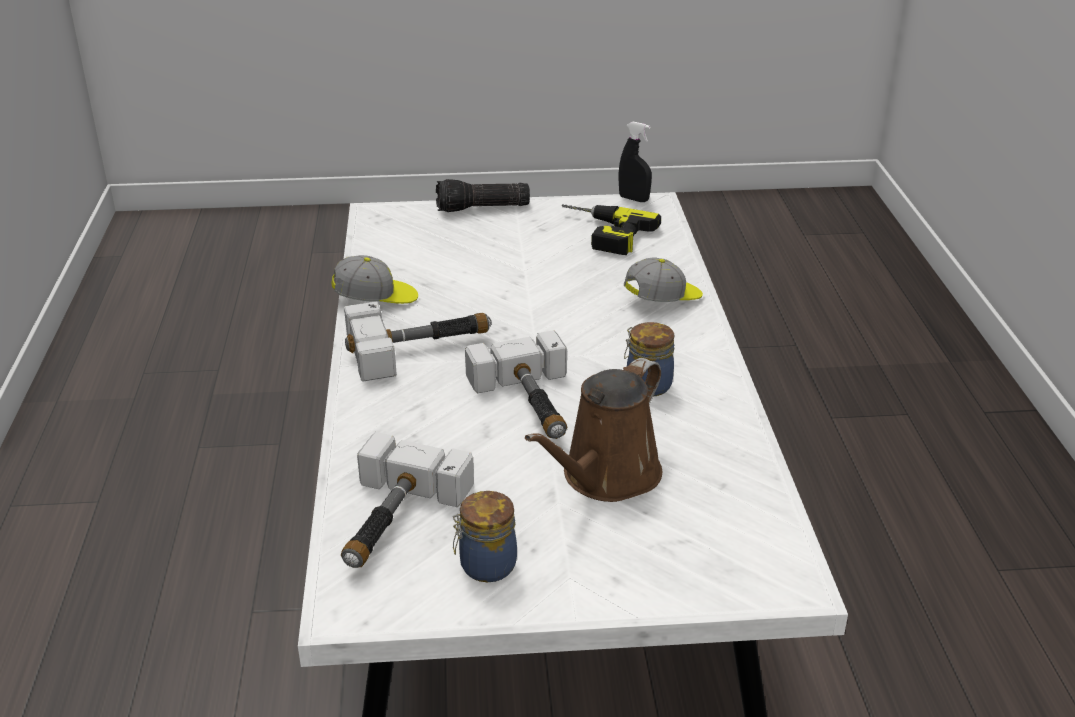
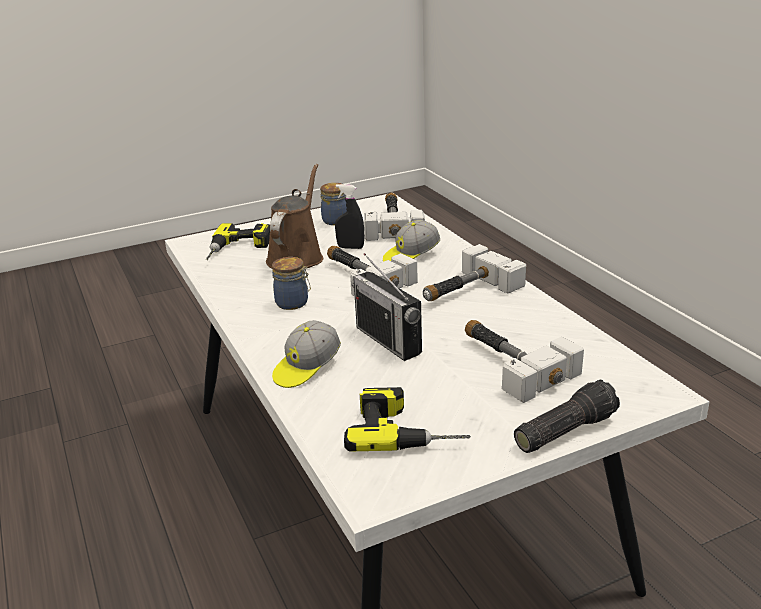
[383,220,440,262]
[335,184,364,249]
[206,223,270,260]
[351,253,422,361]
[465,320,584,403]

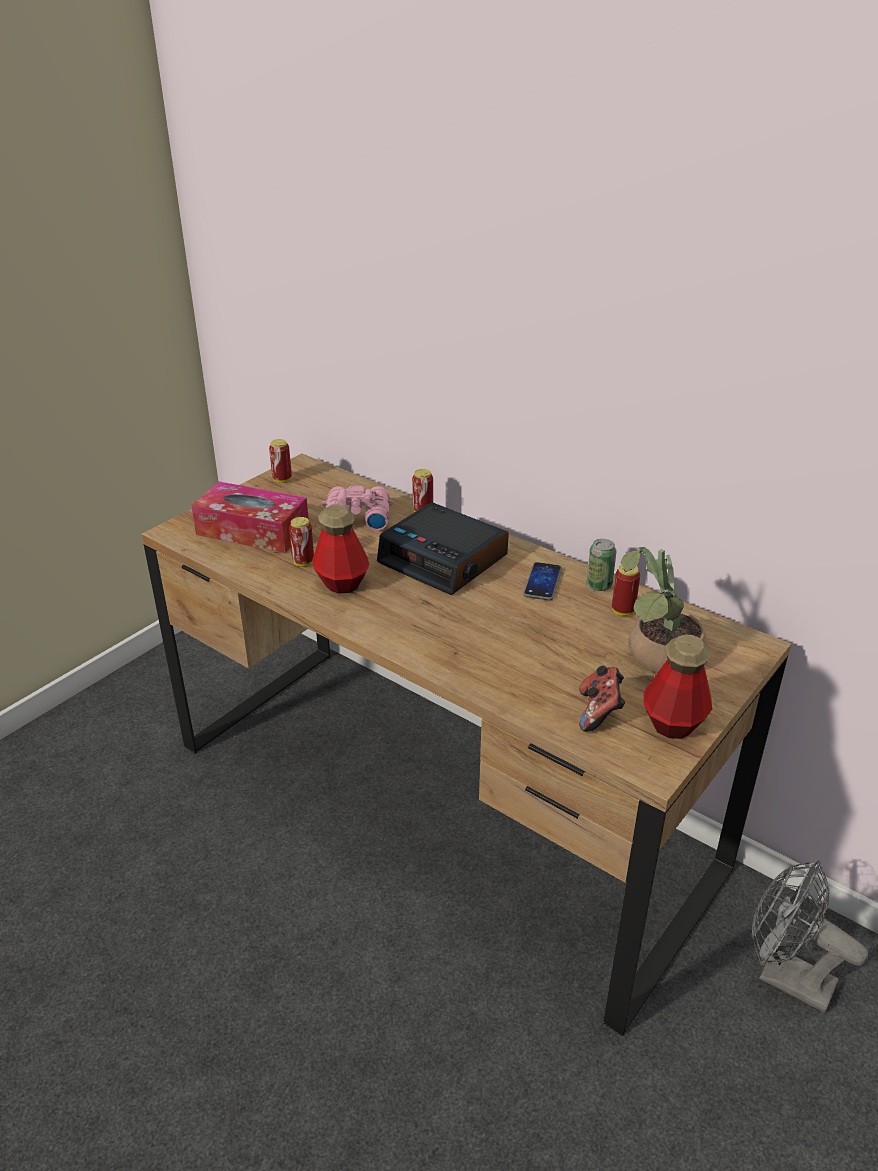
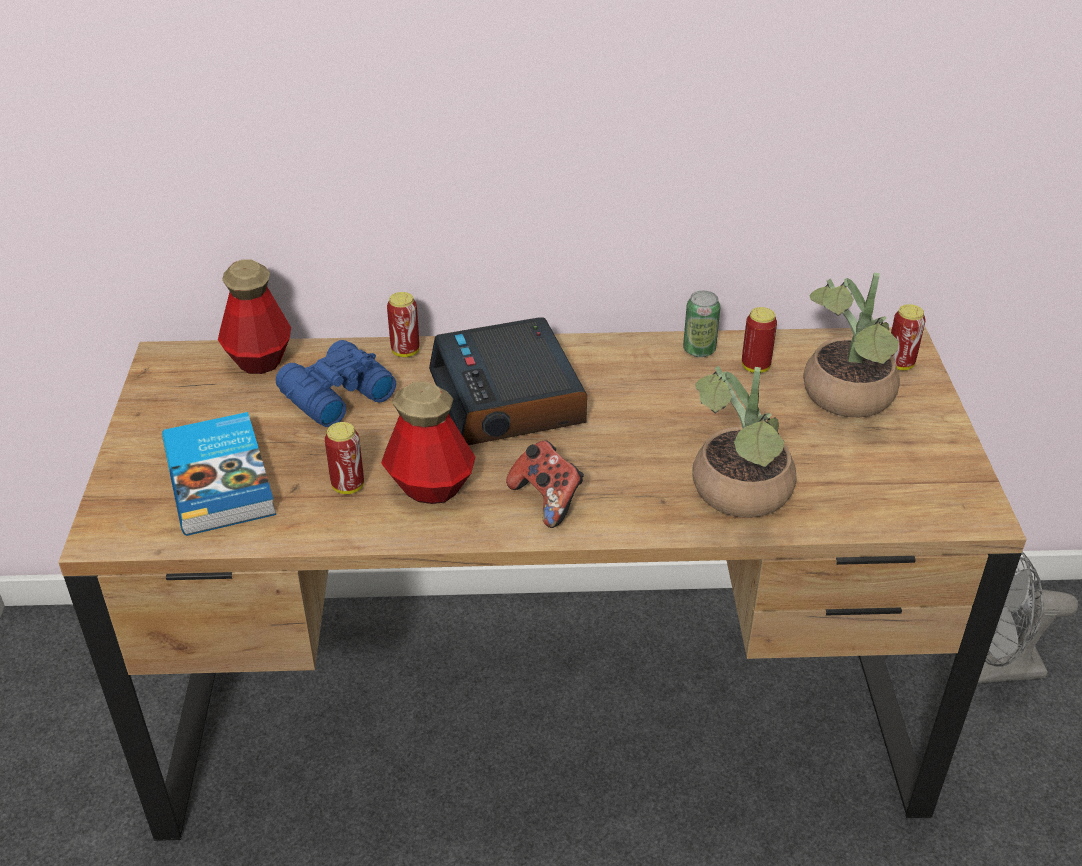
[162,412,276,536]
[891,304,926,370]
[276,340,396,427]
[429,317,587,445]
[523,562,562,600] (first image)
[506,440,584,528]
[218,259,291,374]
[693,366,797,518]

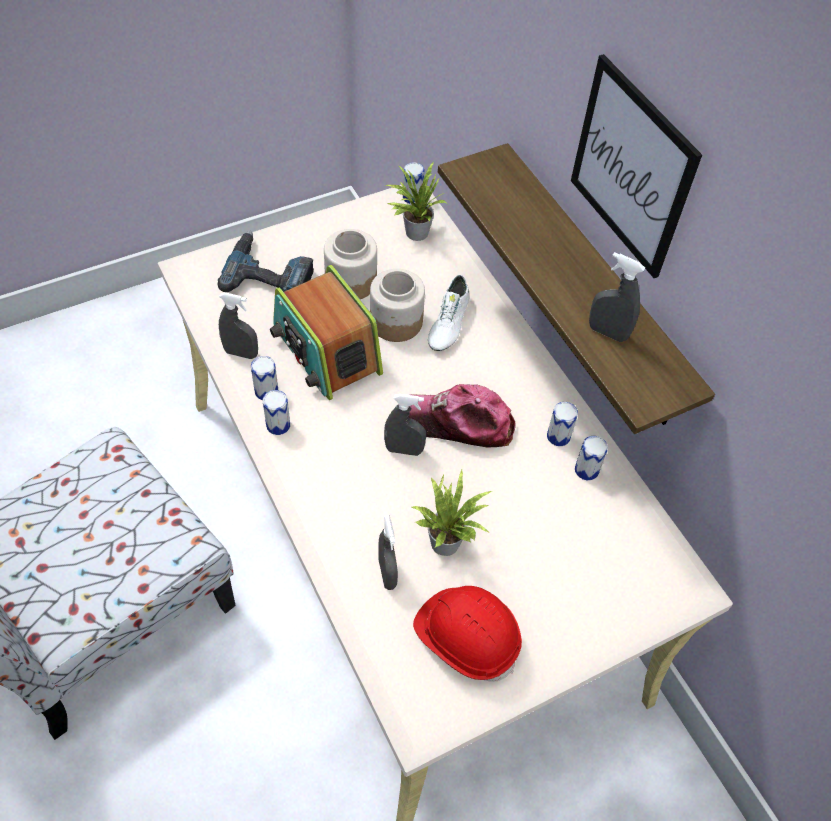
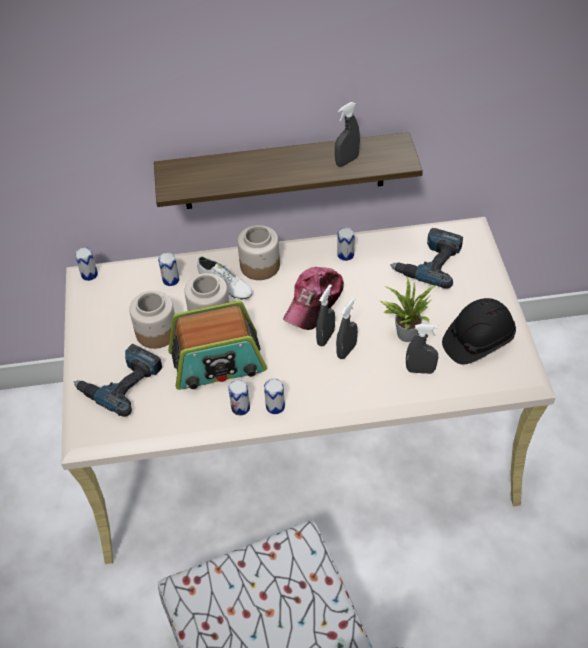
[336,298,358,359]
[385,161,446,241] (first image)
[442,298,516,365]
[571,54,702,278] (first image)
[158,253,179,286]
[237,225,280,280]
[390,228,463,289]

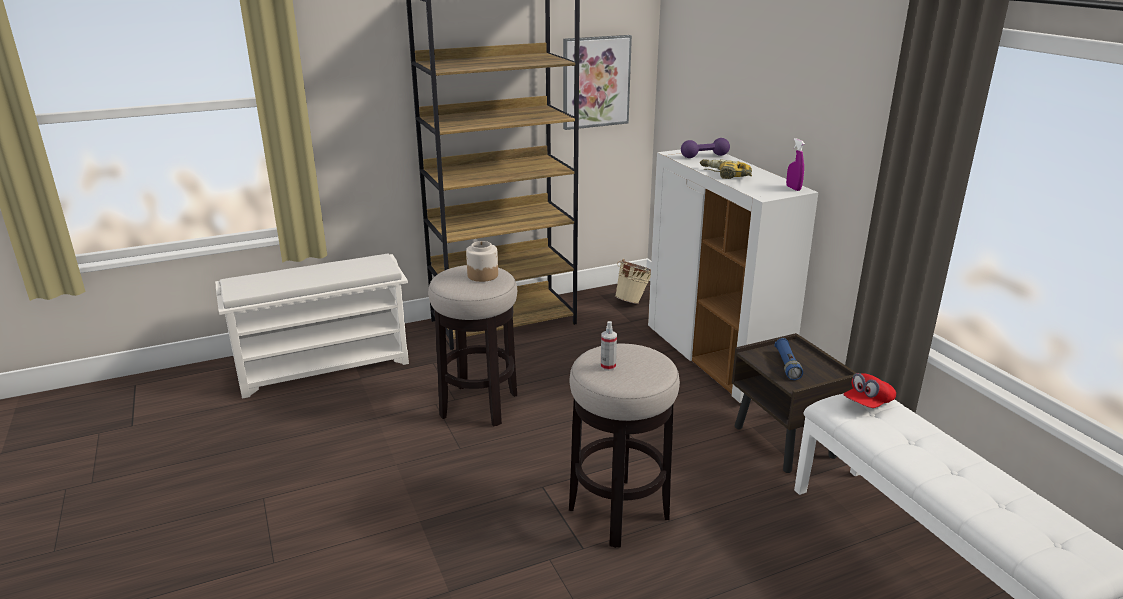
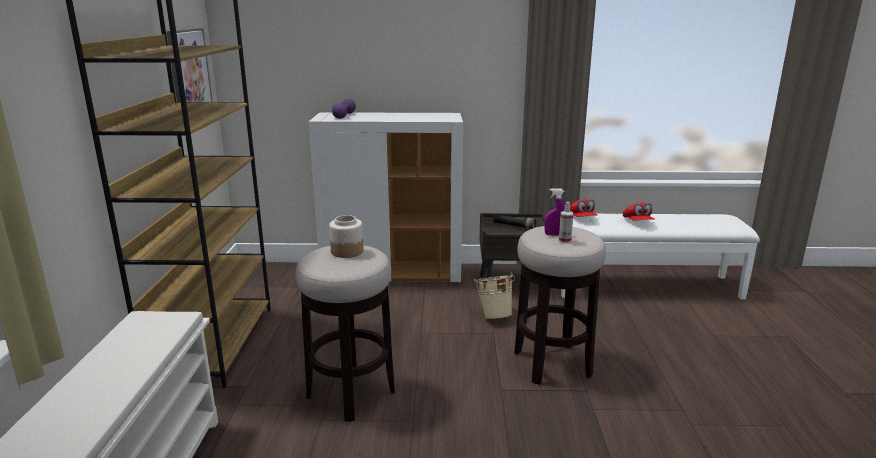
[474,273,515,319]
[700,159,752,179] (first image)
[493,214,536,230]
[545,188,565,236]
[623,203,655,221]

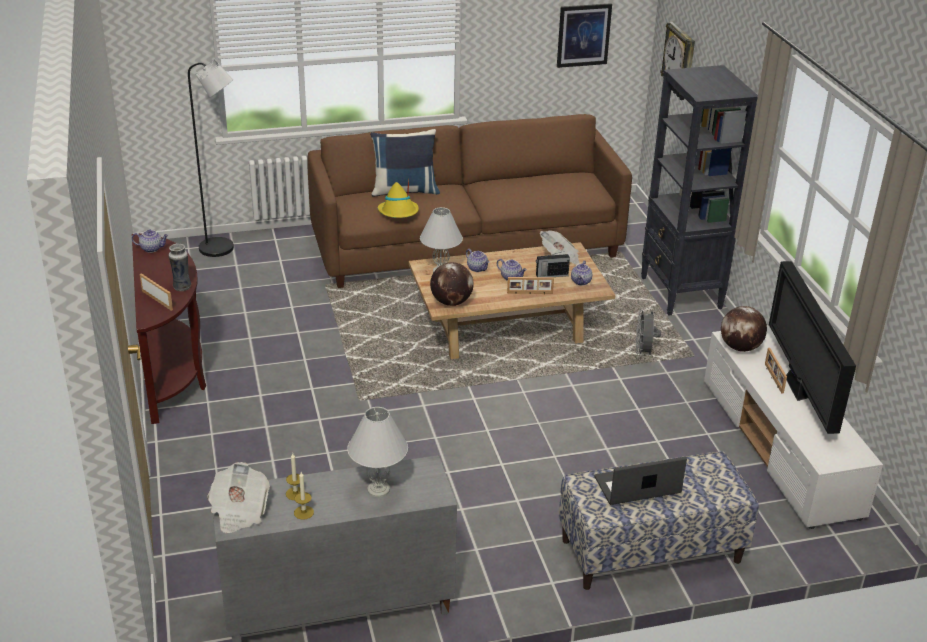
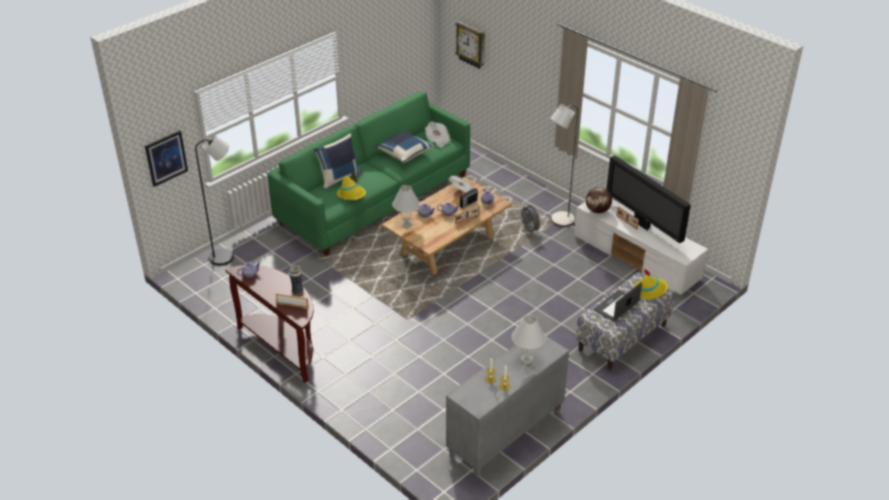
[425,122,451,147]
[268,92,470,256]
[430,262,474,306] (first image)
[145,130,188,187]
[641,65,758,316] (first image)
[376,130,435,164]
[550,104,578,227]
[633,268,668,300]

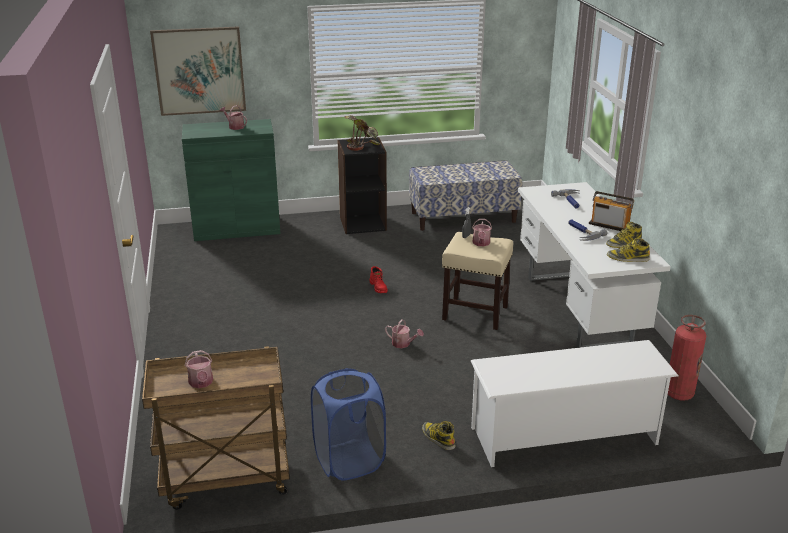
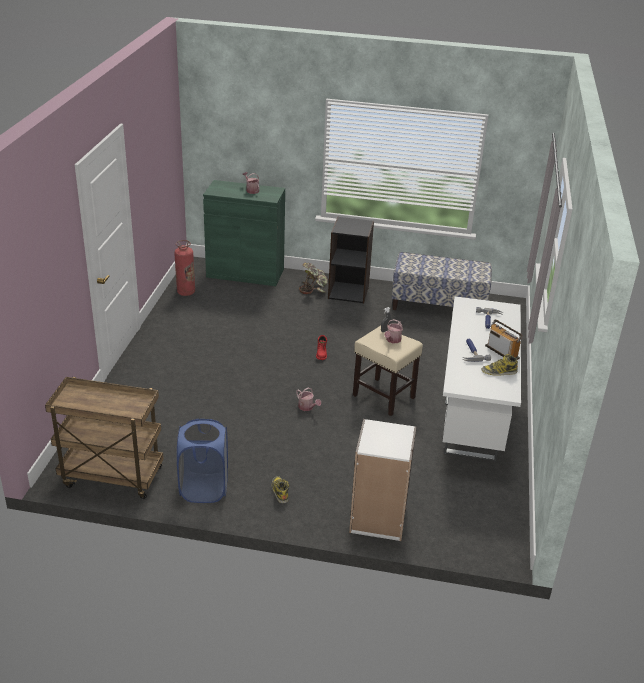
[150,26,246,116] (first image)
[185,350,213,388] (first image)
[299,263,328,294]
[349,419,417,541]
[607,238,650,262] (first image)
[174,240,195,296]

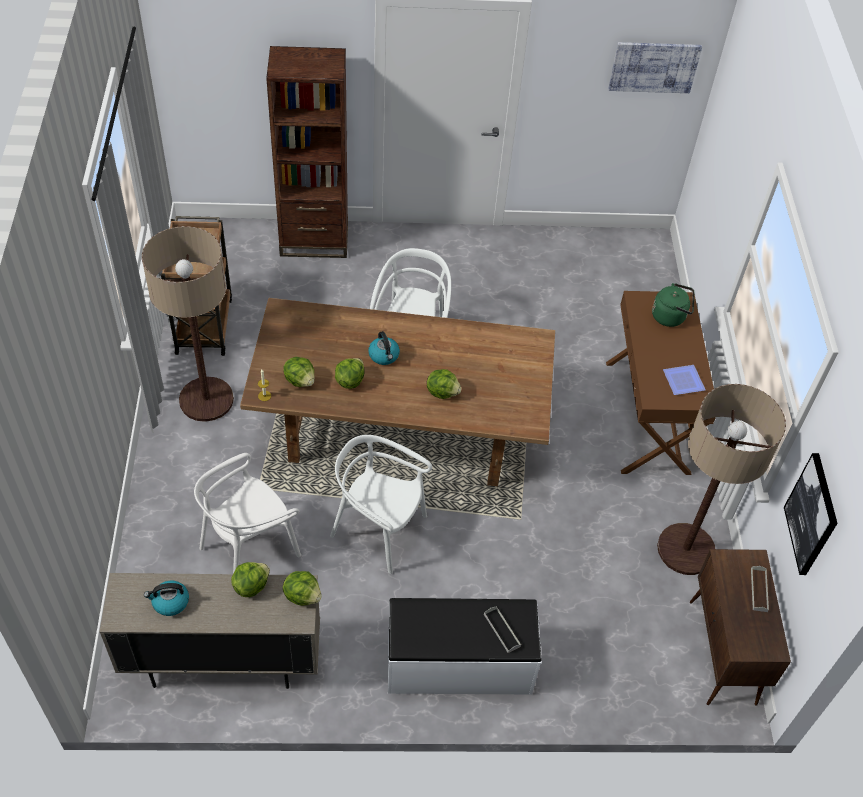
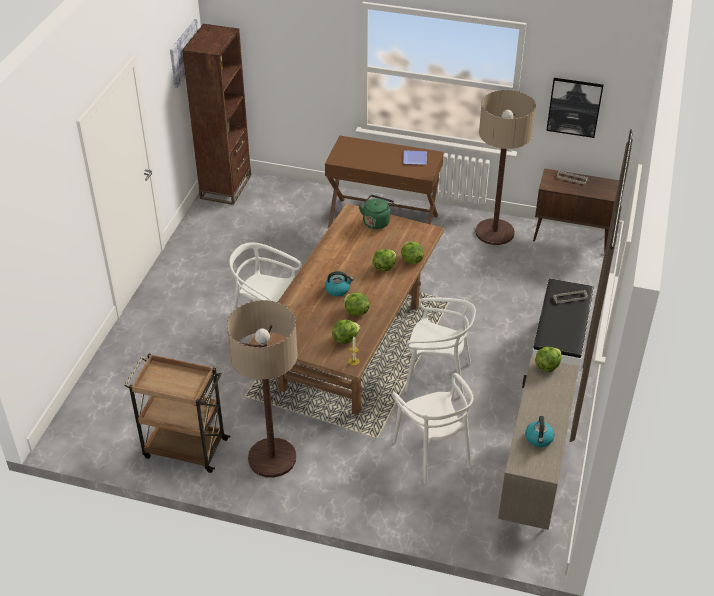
[401,241,424,264]
[182,24,251,205]
[405,297,476,396]
[359,195,394,229]

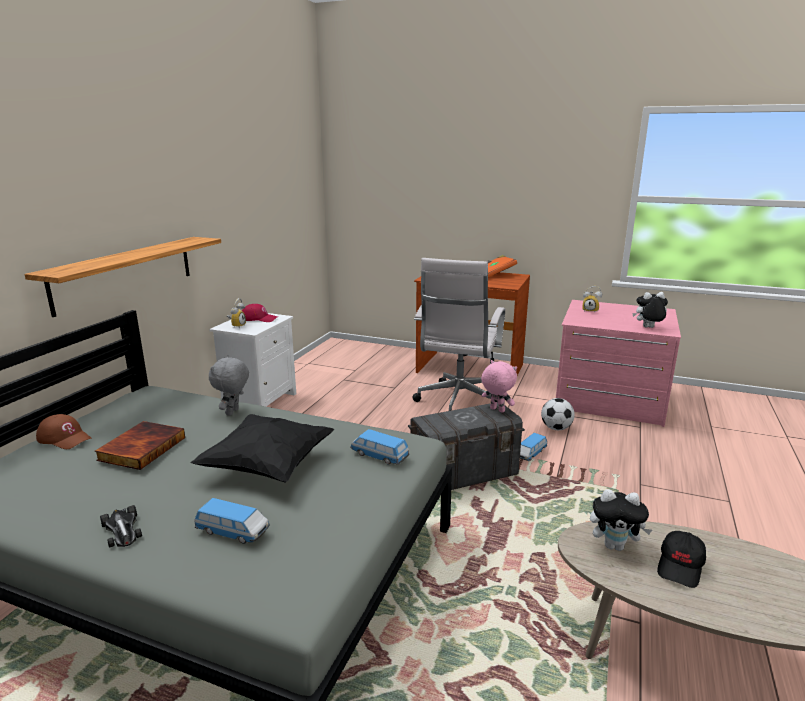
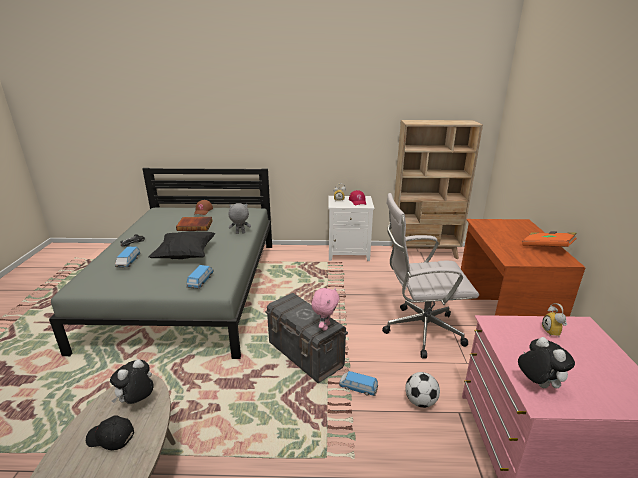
[24,237,221,317] (first image)
[110,359,154,404]
[391,120,483,259]

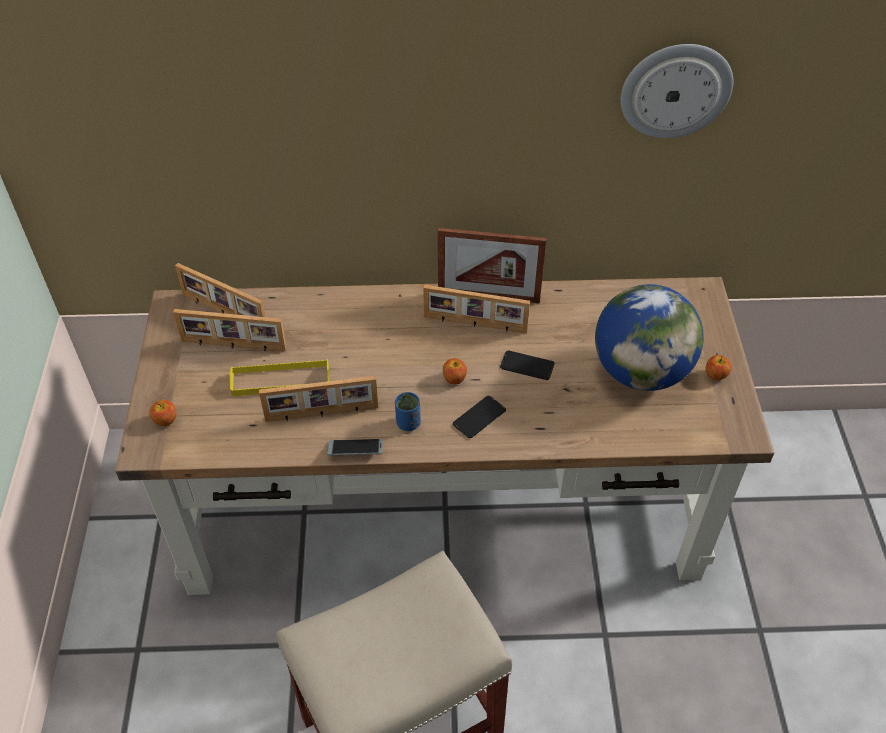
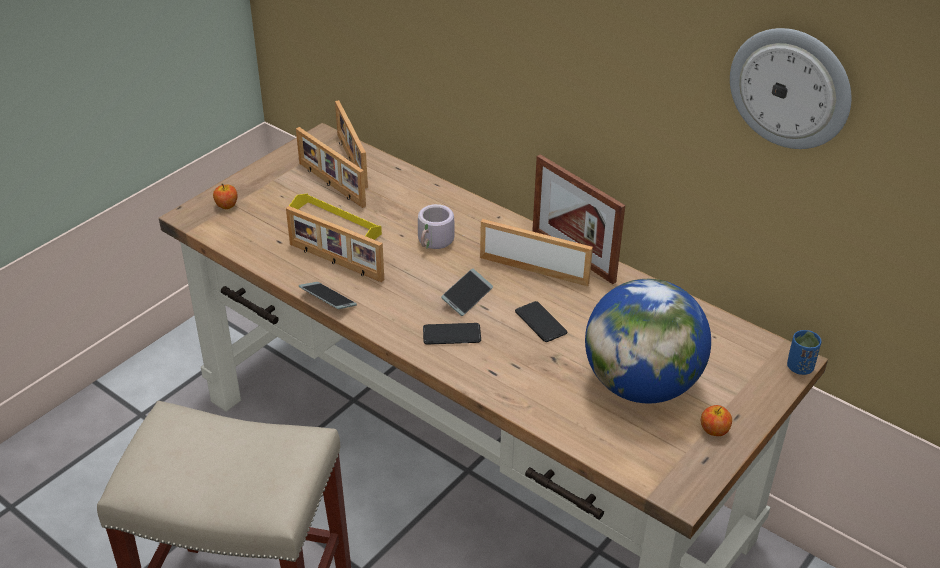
[787,330,821,375]
[480,219,593,286]
[441,269,493,316]
[418,204,455,249]

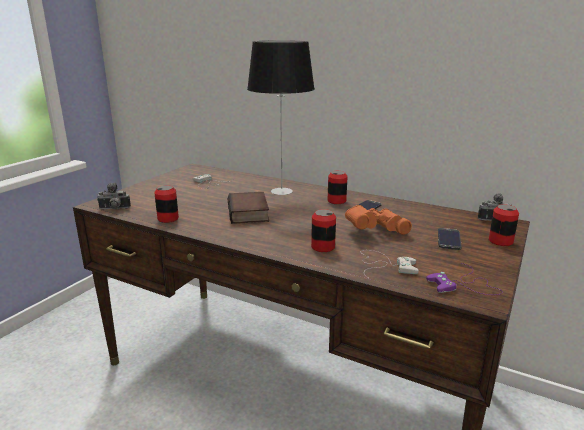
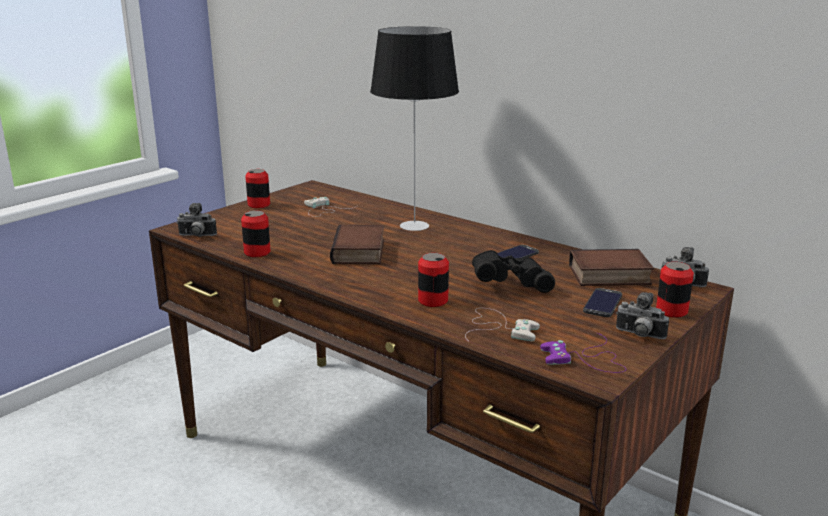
[245,169,270,208]
[472,250,555,293]
[569,249,654,286]
[616,292,669,339]

